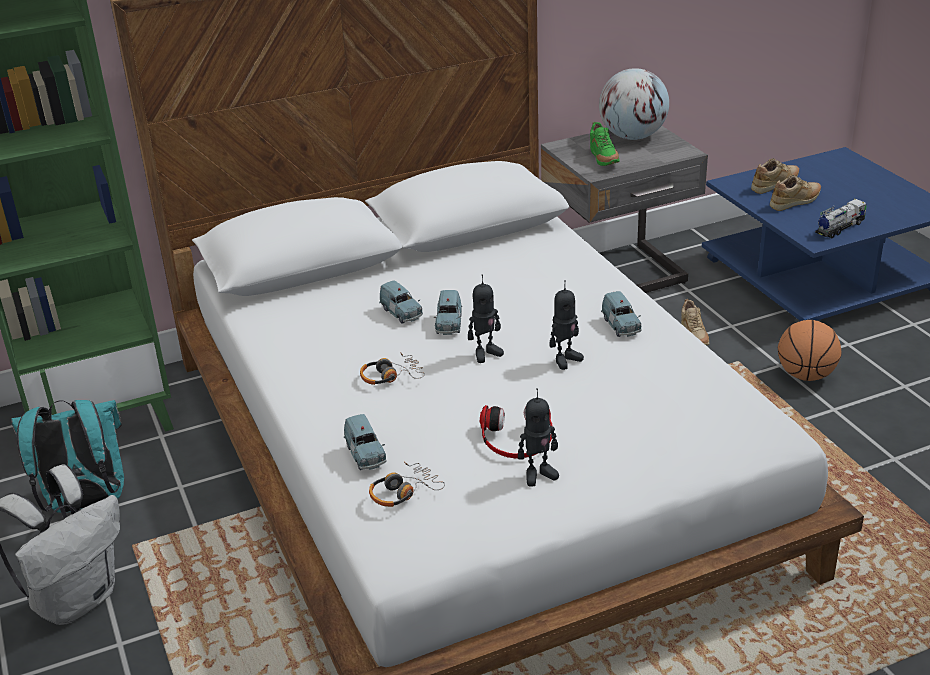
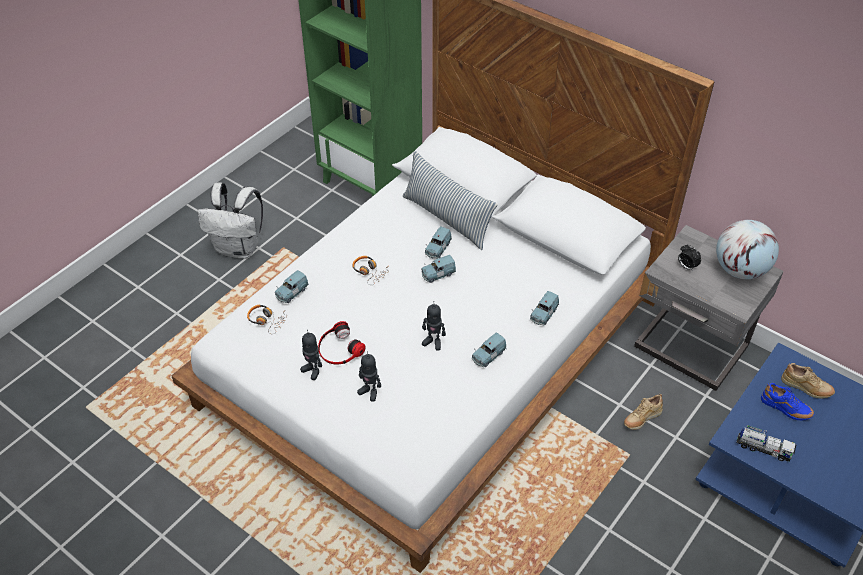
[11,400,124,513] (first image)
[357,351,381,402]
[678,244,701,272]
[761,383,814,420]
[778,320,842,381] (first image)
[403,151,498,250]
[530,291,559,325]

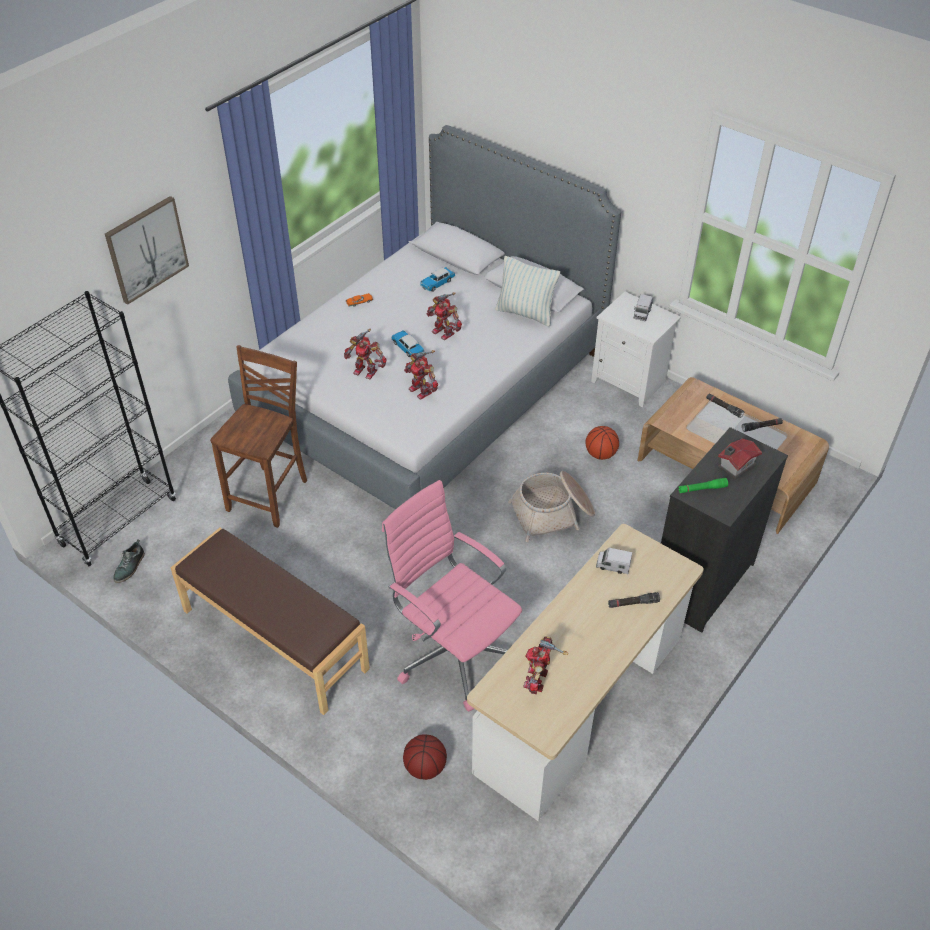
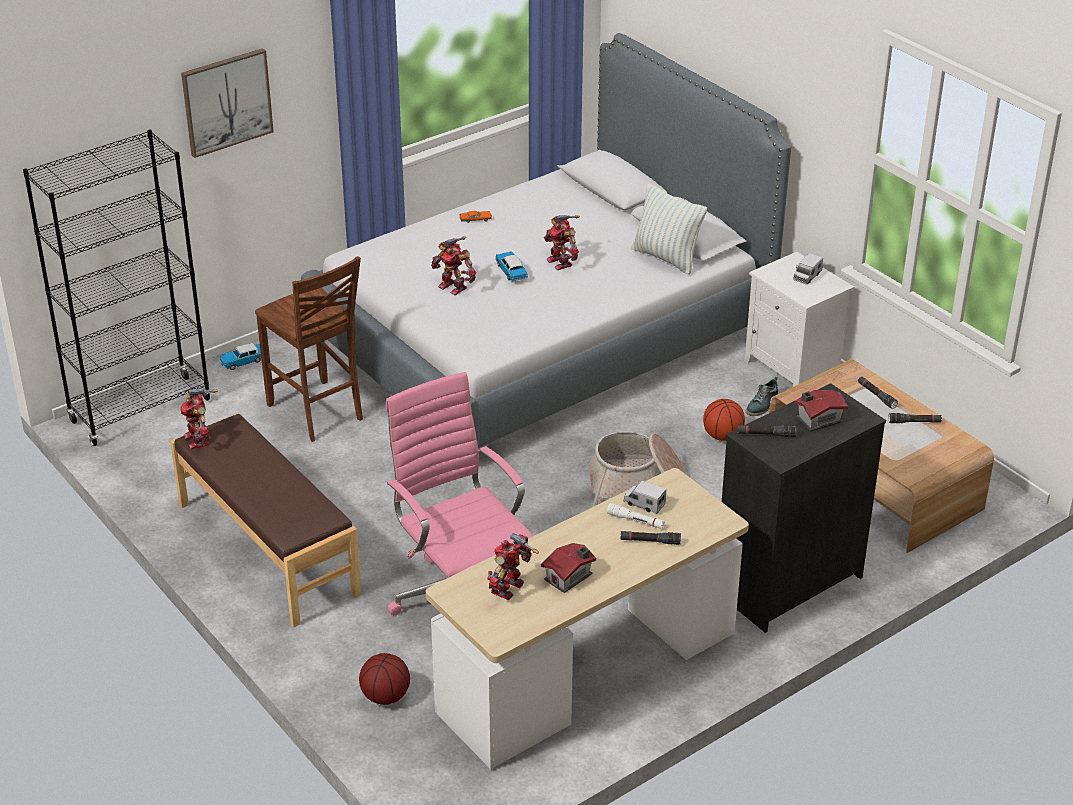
[746,377,778,416]
[255,256,363,442]
[181,389,218,449]
[220,343,261,370]
[737,425,797,437]
[541,543,596,593]
[607,503,665,529]

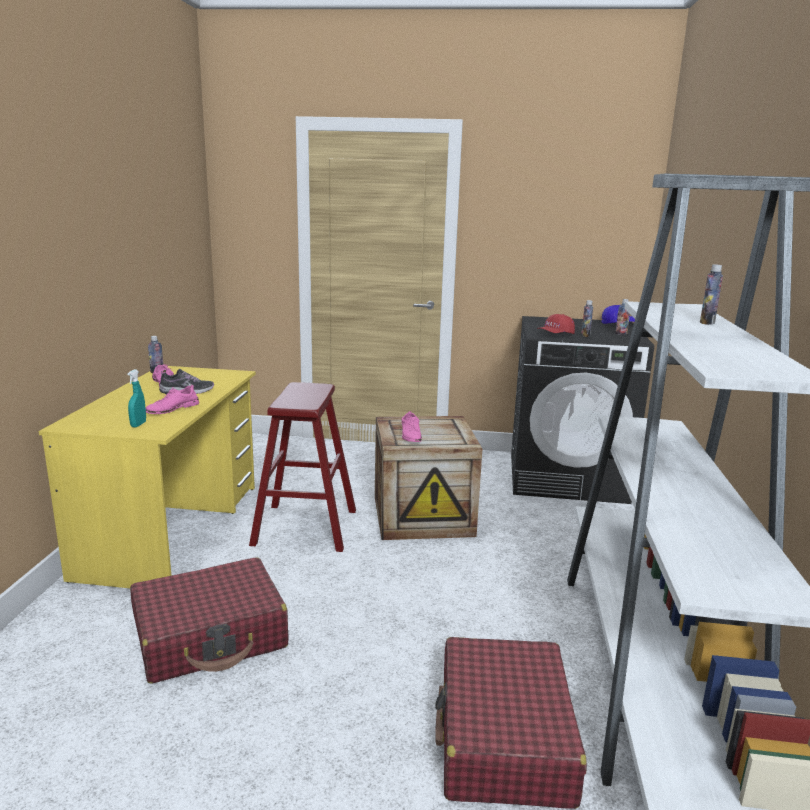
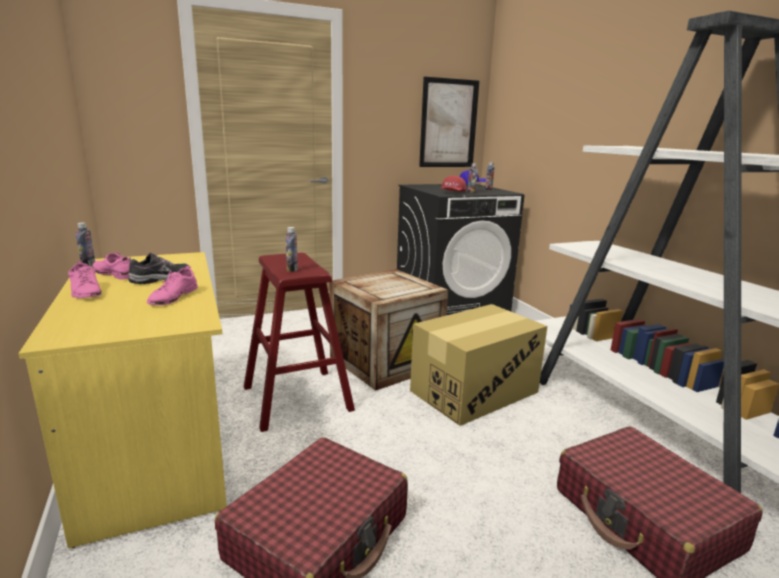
[127,369,146,428] (first image)
[68,261,102,298]
[286,227,298,272]
[410,304,547,426]
[419,76,479,167]

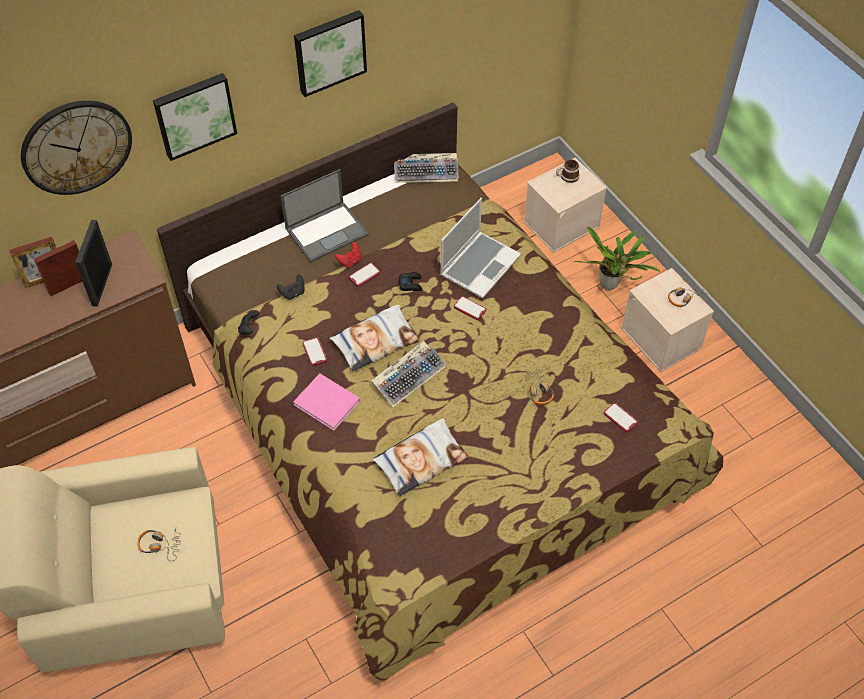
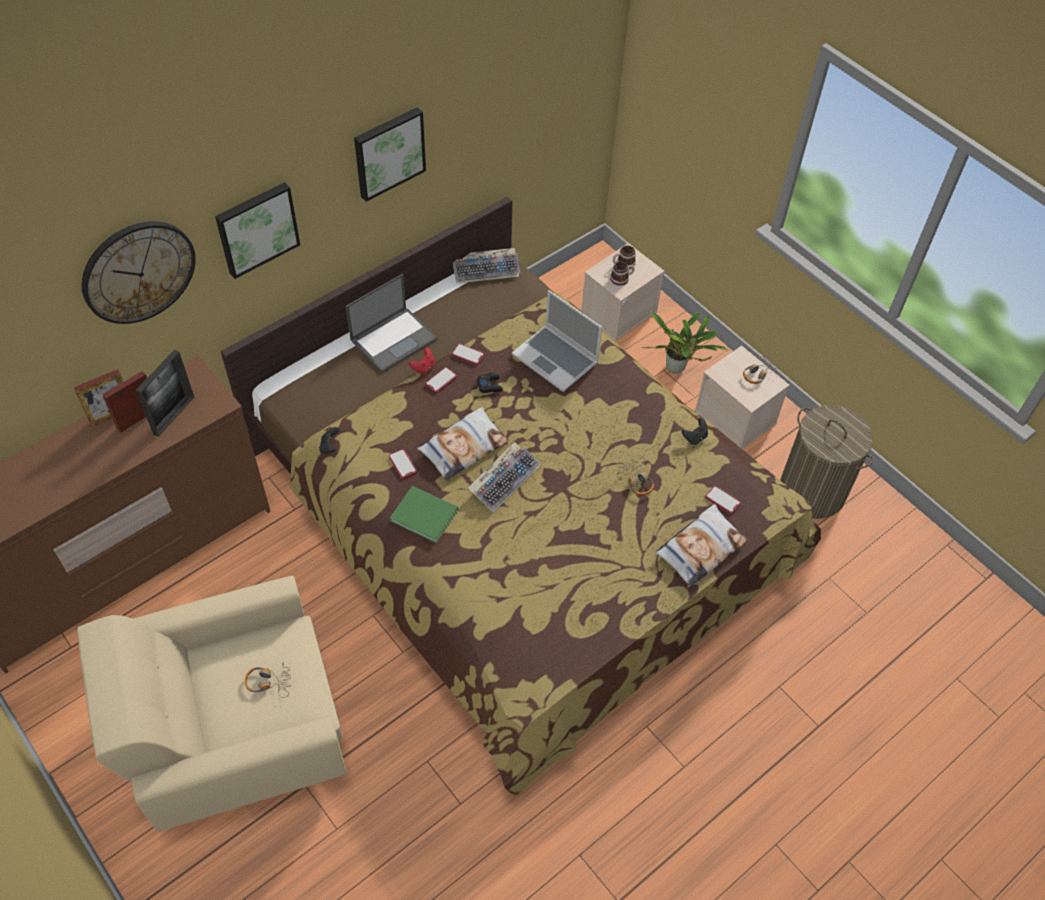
[136,349,194,437]
[682,417,708,445]
[390,486,458,543]
[655,504,748,587]
[512,290,602,392]
[452,344,484,366]
[610,262,635,286]
[780,405,874,519]

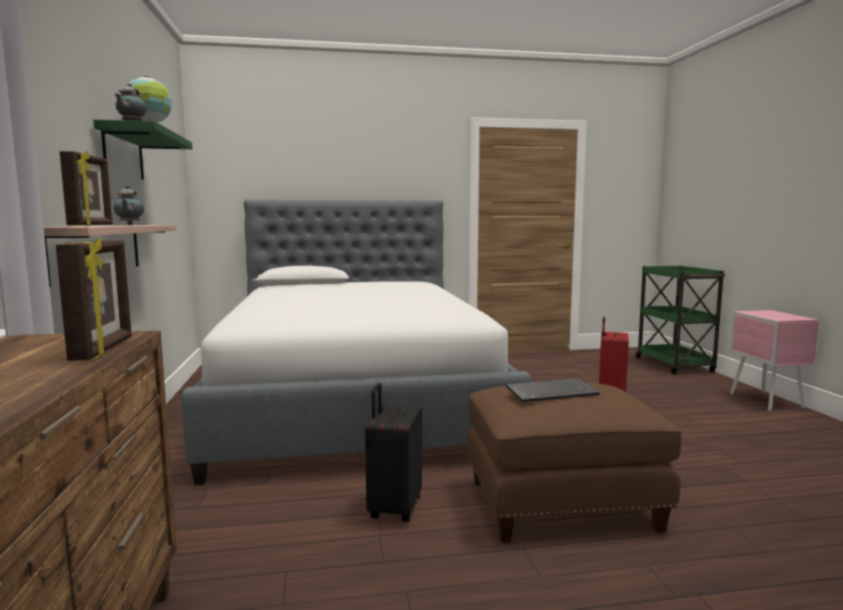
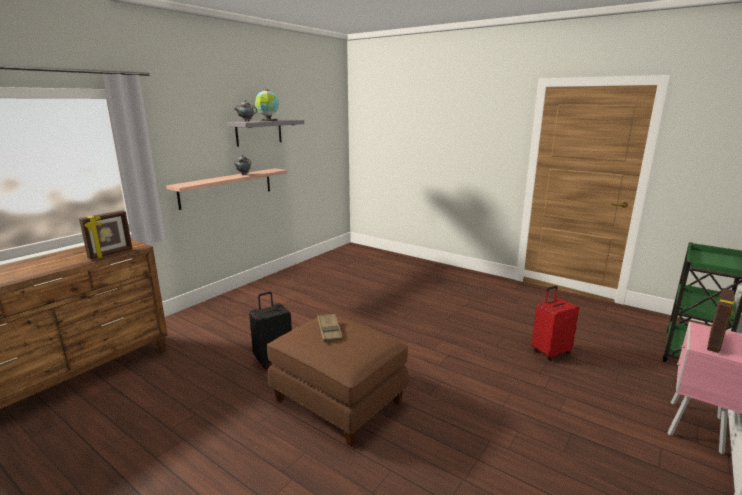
[707,288,735,353]
[227,119,304,147]
[181,200,532,485] (first image)
[317,314,343,342]

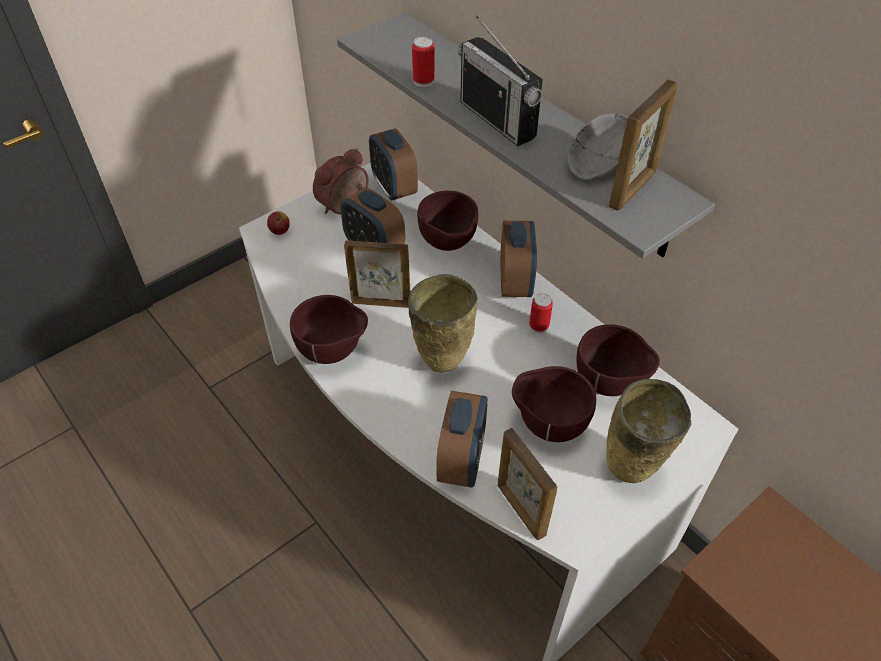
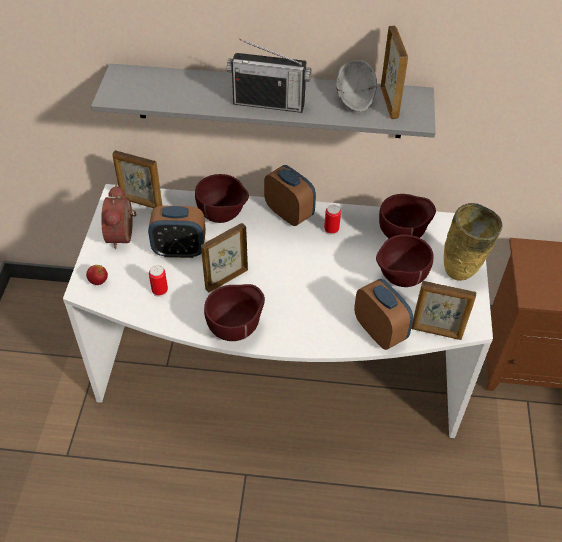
[112,150,162,208]
[408,274,478,373] (first image)
[149,265,168,297]

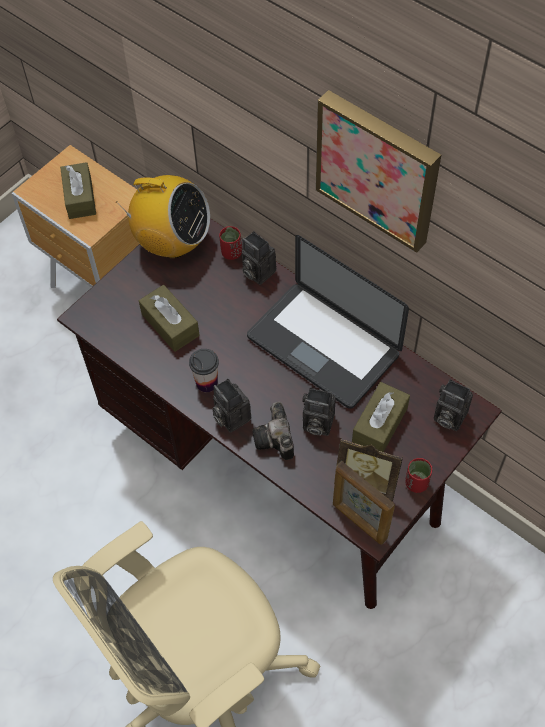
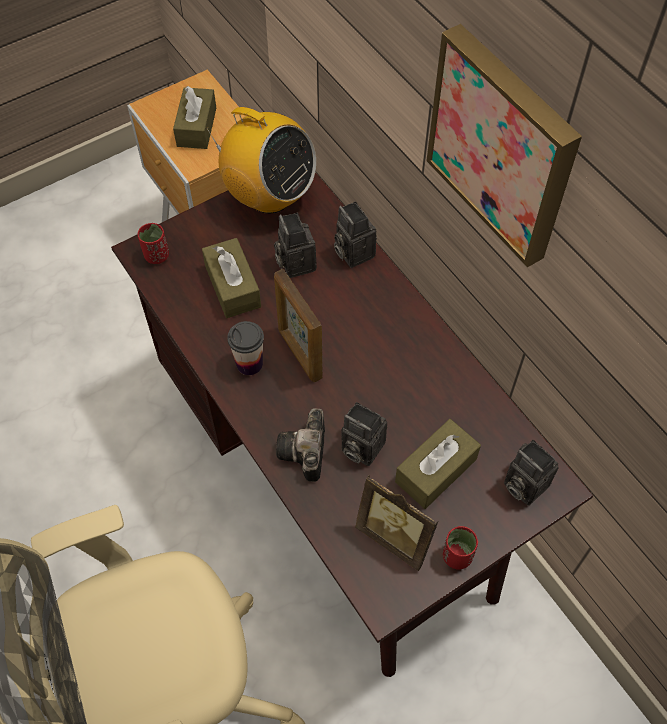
[274,213,317,278]
[138,223,169,264]
[247,235,409,409] (first image)
[274,269,323,383]

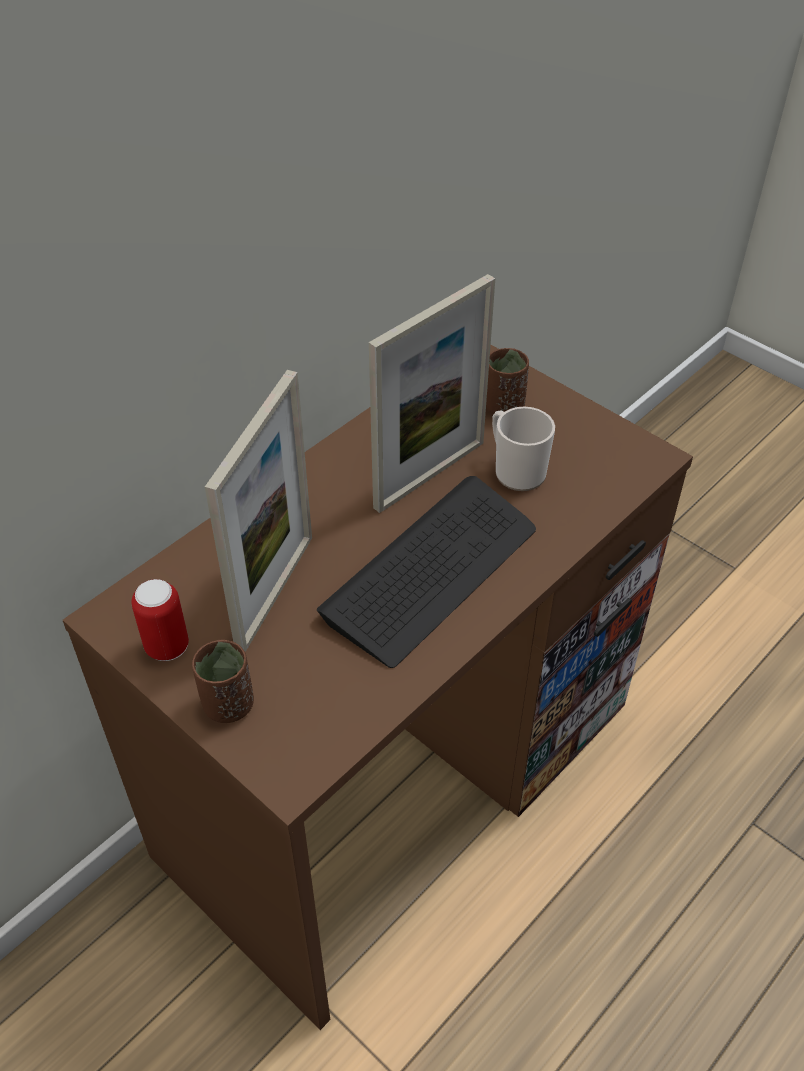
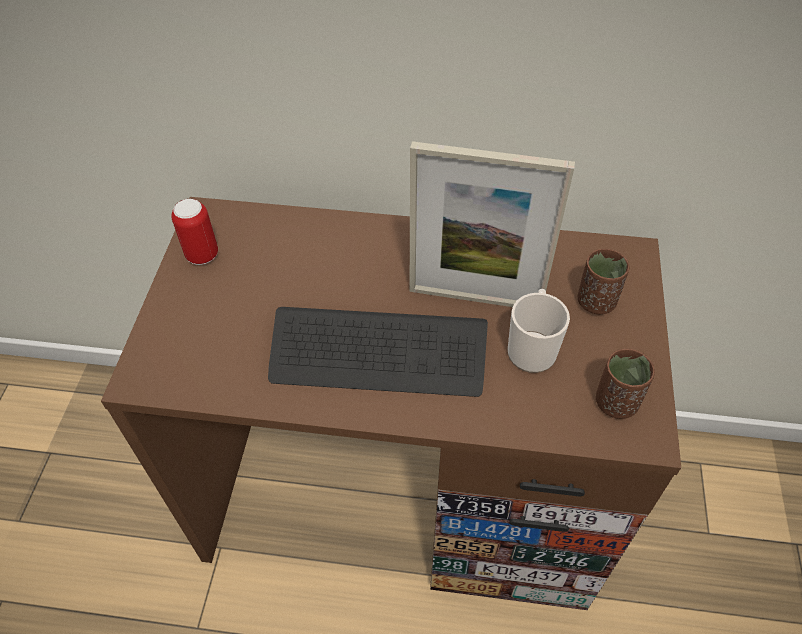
[596,349,655,419]
[205,370,312,652] (first image)

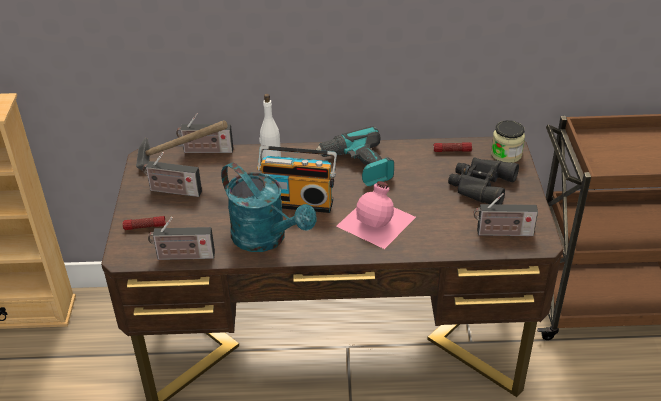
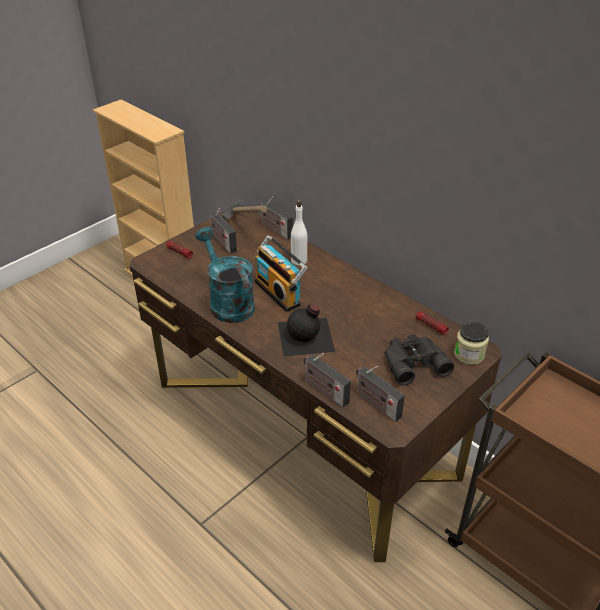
[303,353,351,407]
[195,227,255,323]
[316,126,394,186] (first image)
[278,304,335,357]

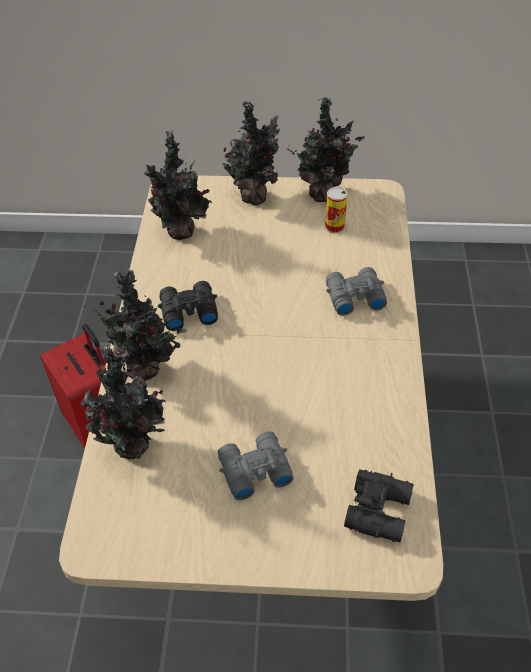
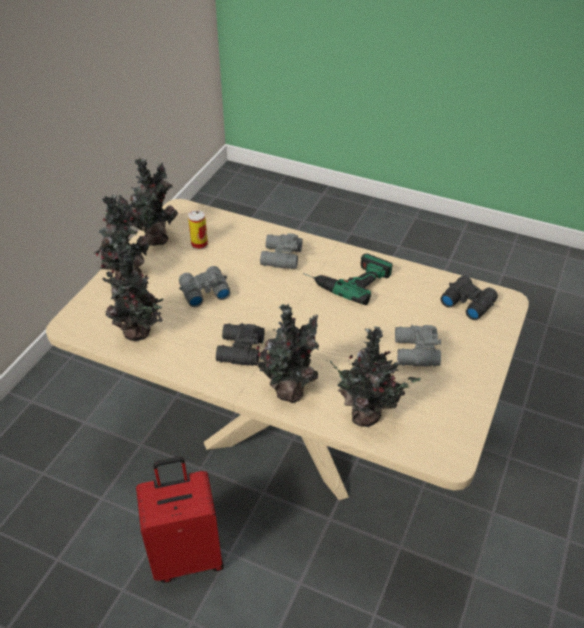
[179,266,231,307]
[303,254,393,305]

